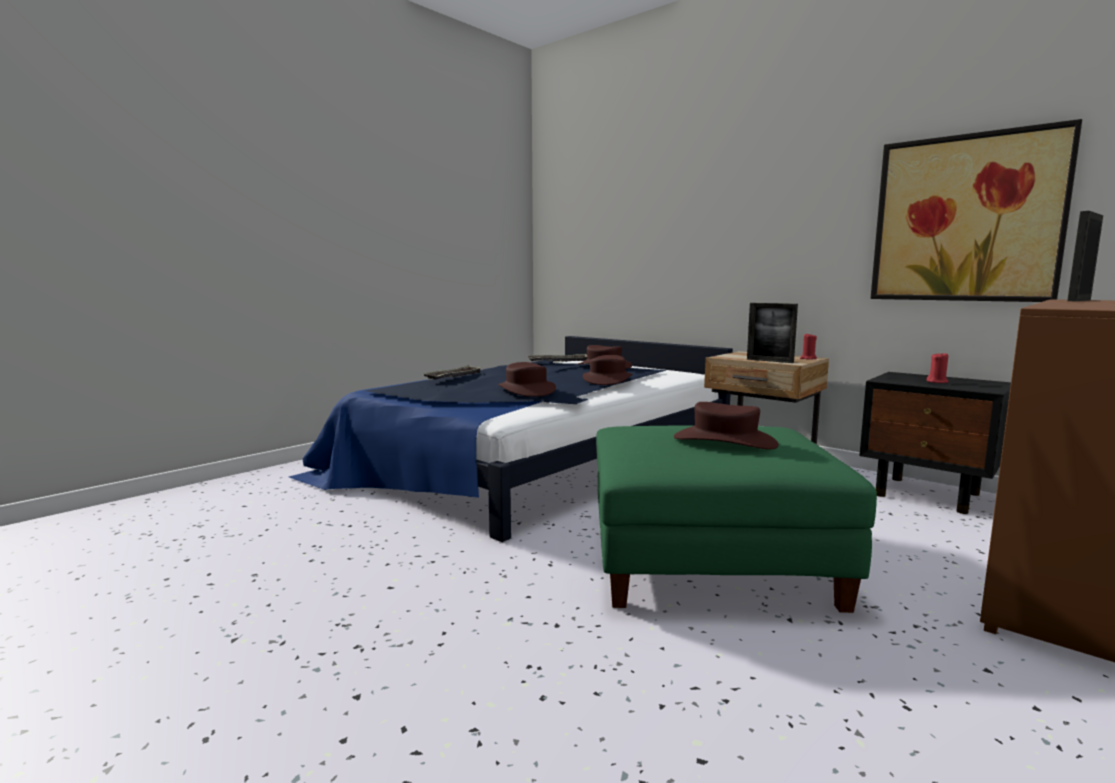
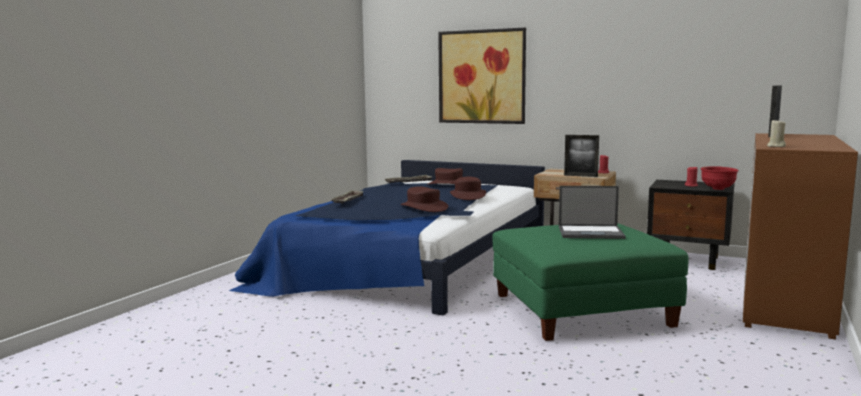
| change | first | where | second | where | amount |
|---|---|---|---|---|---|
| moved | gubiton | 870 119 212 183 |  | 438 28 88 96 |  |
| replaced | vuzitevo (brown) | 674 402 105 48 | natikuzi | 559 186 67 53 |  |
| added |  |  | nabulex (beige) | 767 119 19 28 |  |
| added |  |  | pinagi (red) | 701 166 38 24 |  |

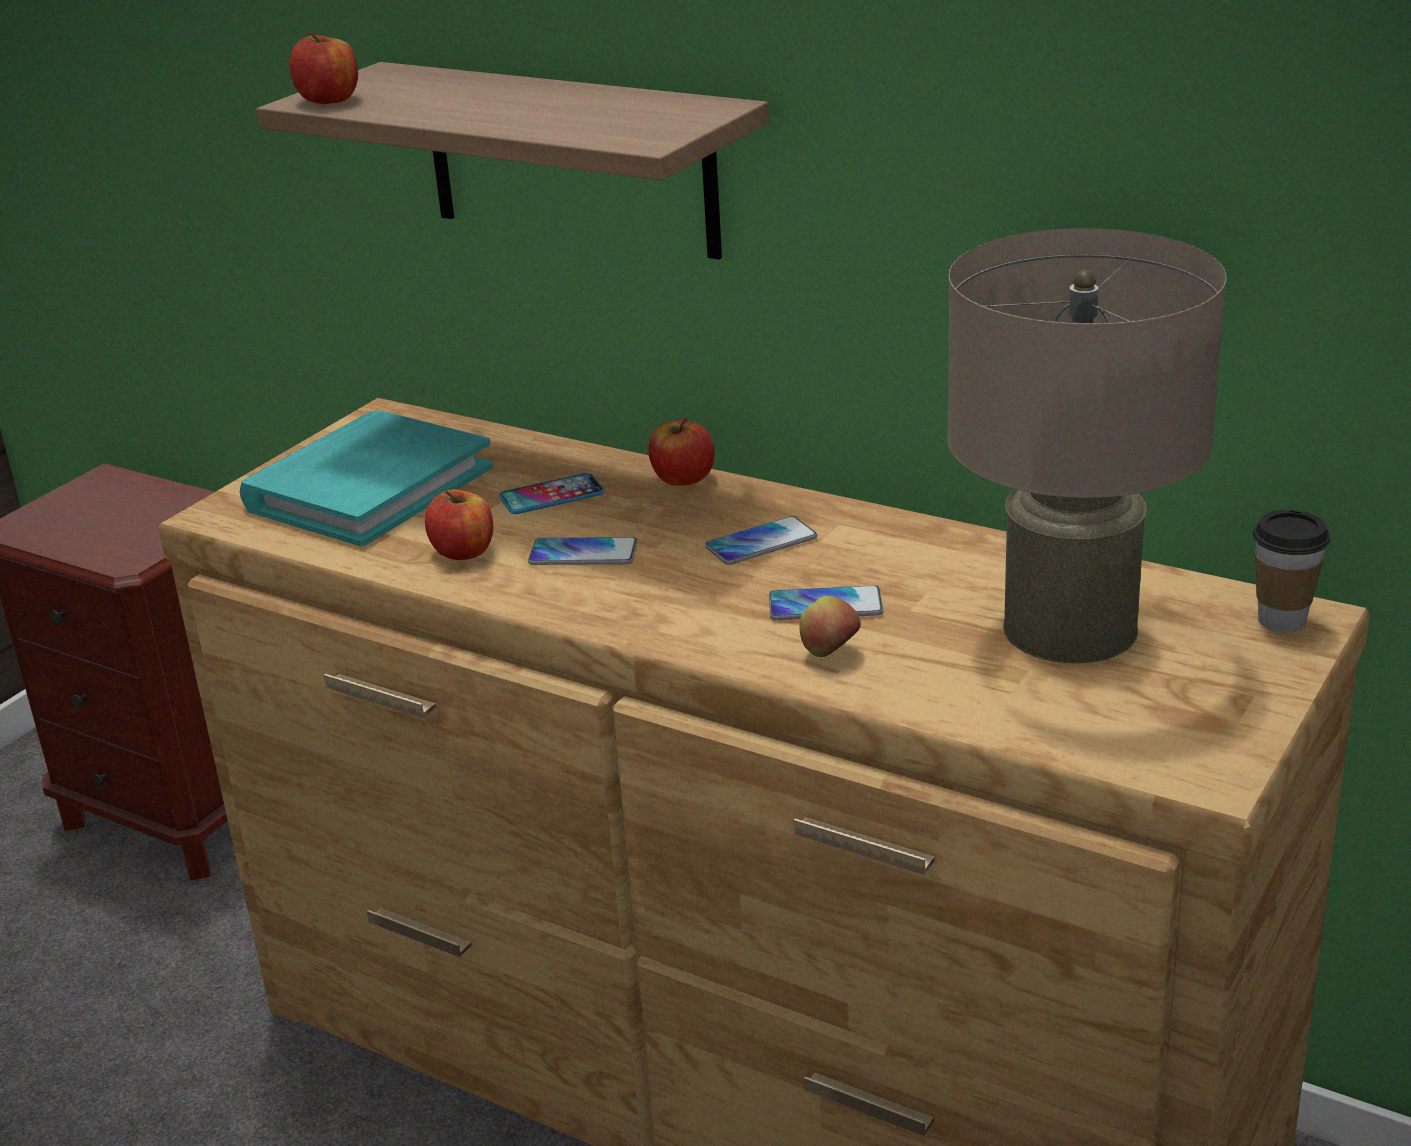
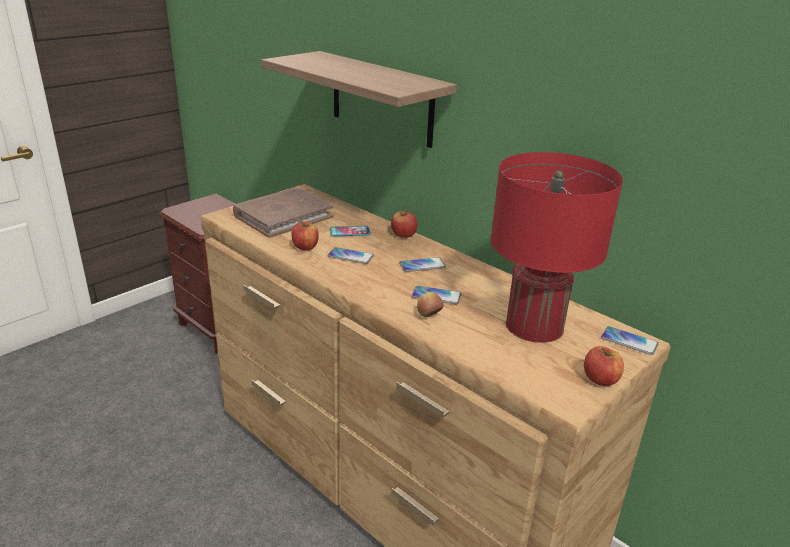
| change | first | where | second | where | amount |
|---|---|---|---|---|---|
| moved | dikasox | 289 31 69 73 |  | 584 346 40 40 |  |
| recoloured | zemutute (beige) | 947 228 280 435 | zemutute (red) | 490 152 133 191 |  |
| recoloured | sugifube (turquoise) | 240 411 253 136 | sugifube (brown) | 233 188 100 50 |  |
| replaced | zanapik | 1252 510 78 122 | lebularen | 601 326 58 29 |  |

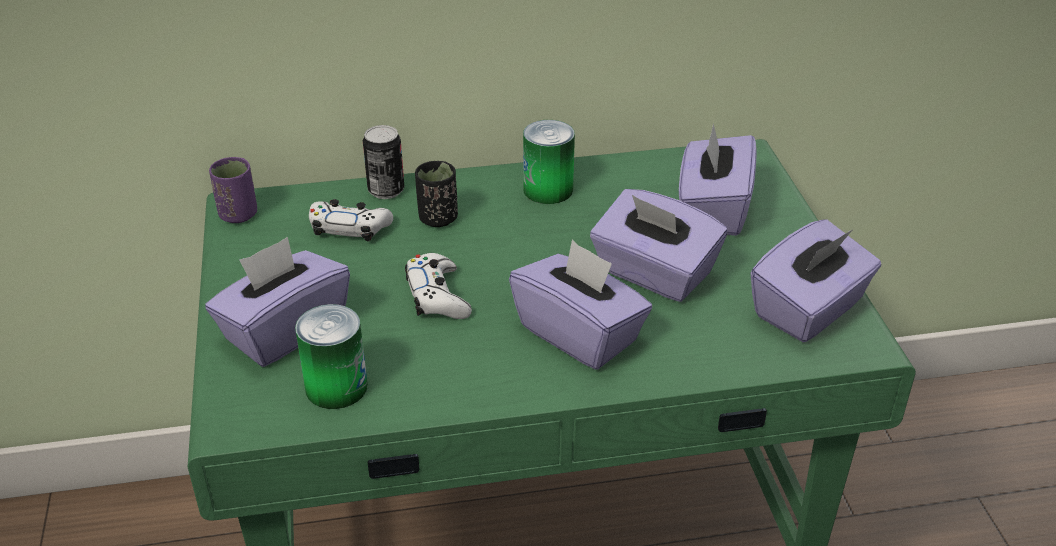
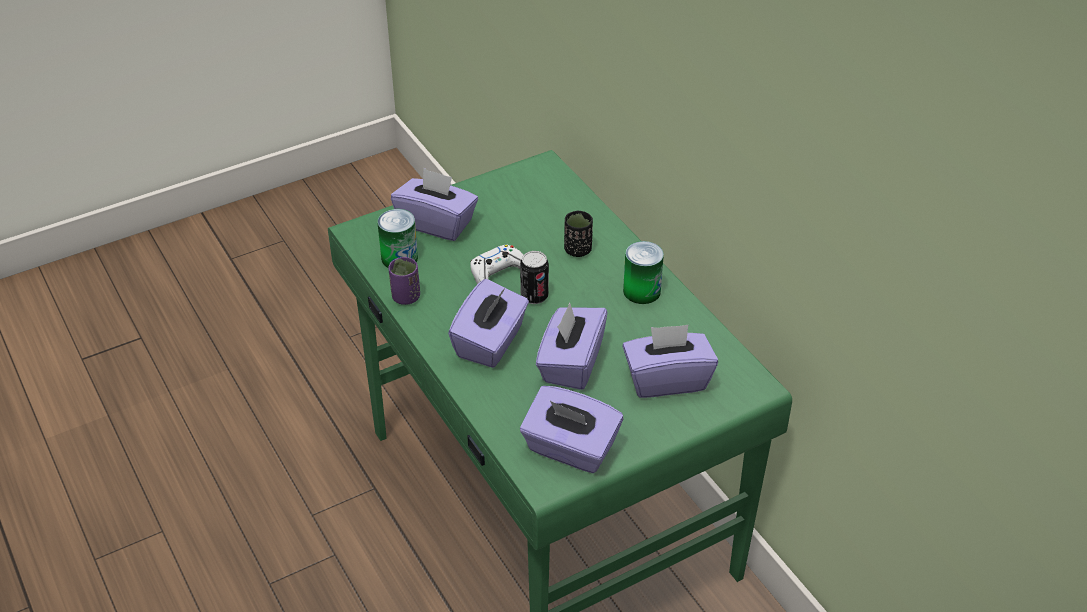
| change | first | where | second | where | amount |
|---|---|---|---|---|---|
| moved | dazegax | 363 125 41 74 |  | 520 251 29 53 |  |
| moved | zanapik (purple) | 209 157 48 66 |  | 388 257 32 48 |  |
| removed | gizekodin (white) | 309 199 84 43 |  |  |  |

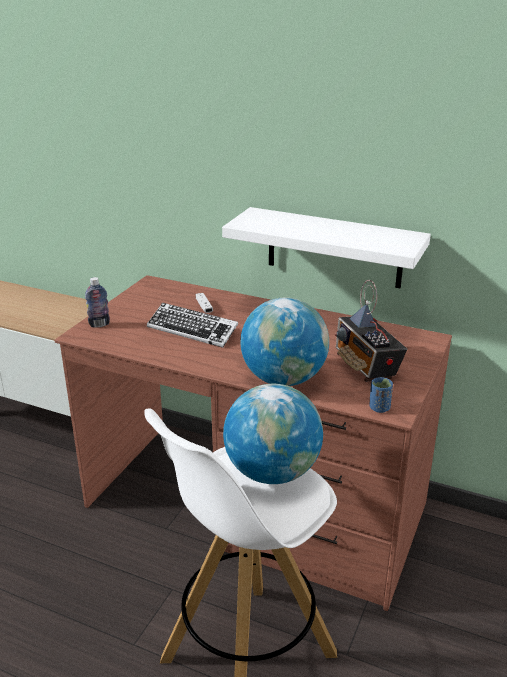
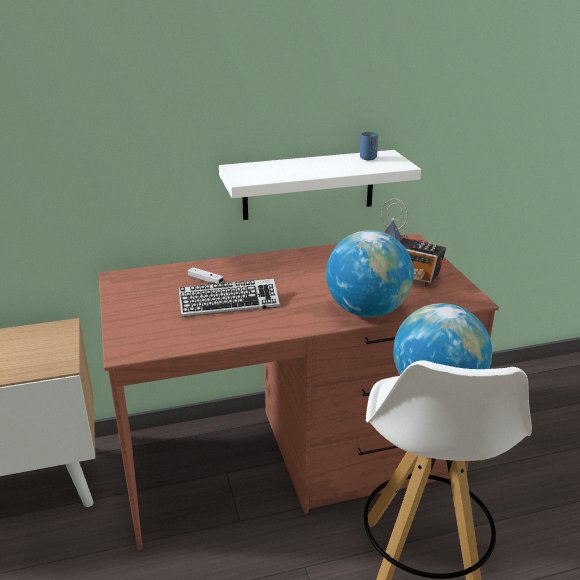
| change | first | where | second | where | amount |
|---|---|---|---|---|---|
| removed | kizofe | 85 277 25 51 |  |  |  |
| moved | zanapik (blue) | 369 377 24 36 |  | 360 132 18 28 |  |

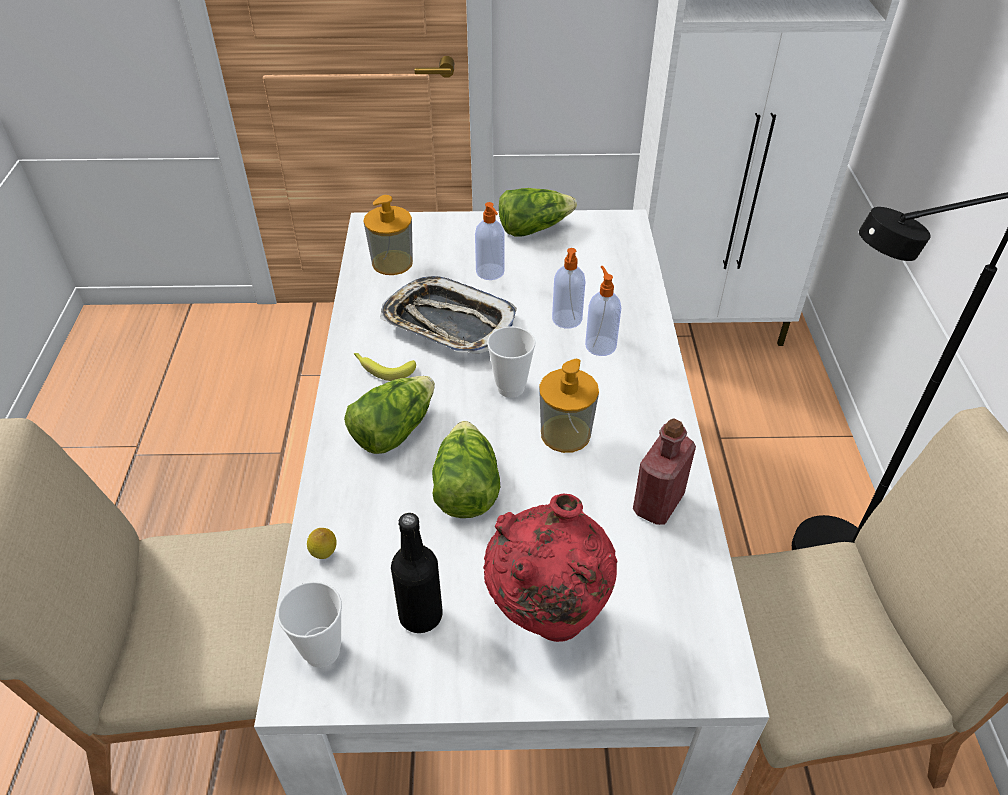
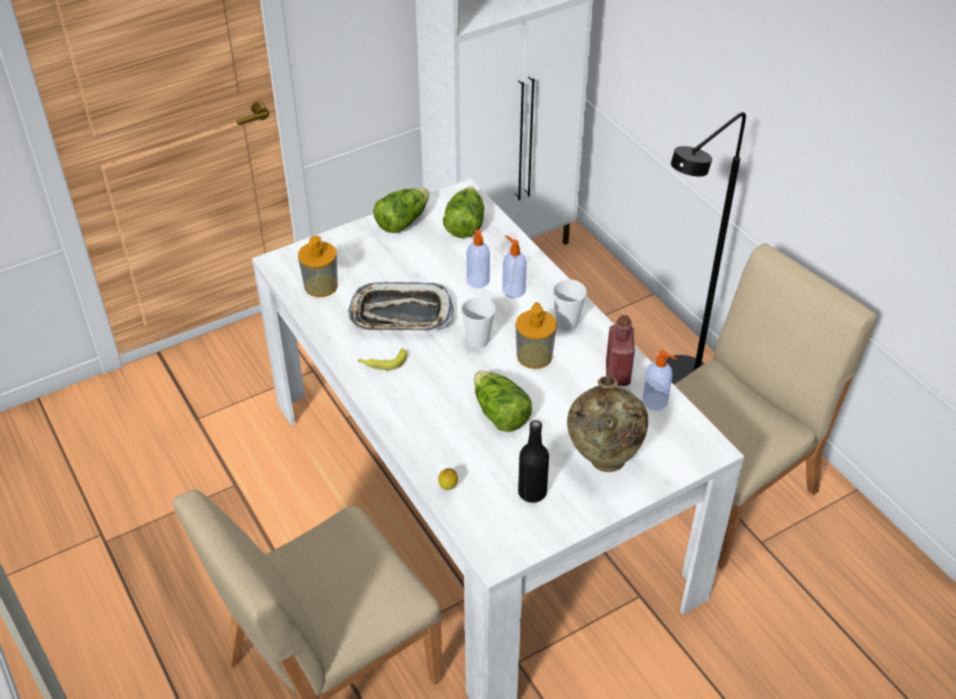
| change | first | where | second | where | amount |
|---|---|---|---|---|---|
| moved | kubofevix | 475 202 29 78 |  | 642 350 35 61 |  |
| moved | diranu | 344 376 91 78 |  | 443 187 41 51 |  |
| recoloured | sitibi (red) | 483 494 135 148 | sitibi (beige) | 567 376 81 96 |  |
| moved | zanapik | 277 581 65 87 |  | 553 279 34 52 |  |

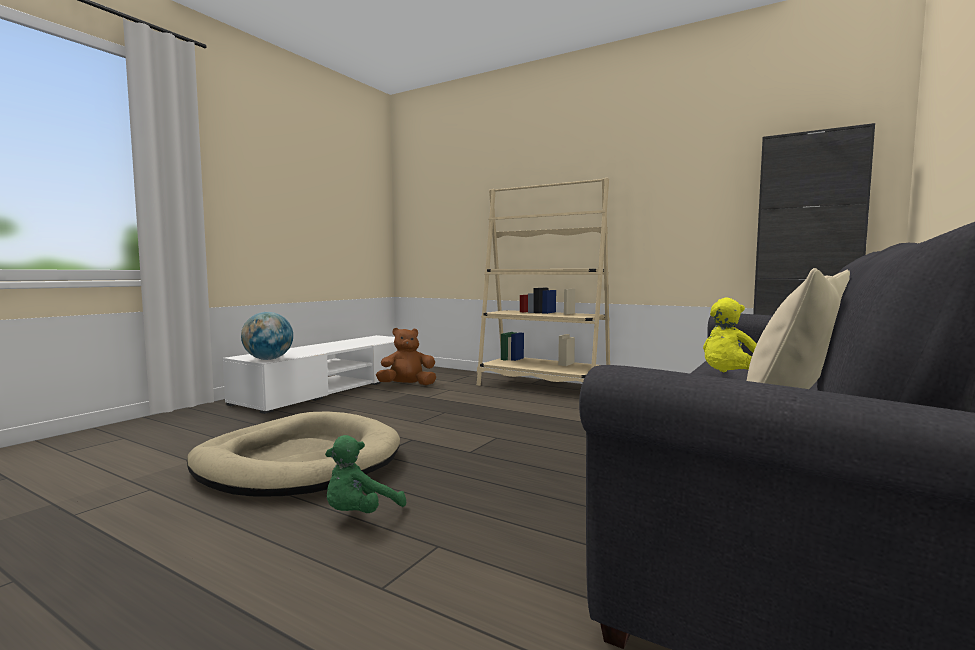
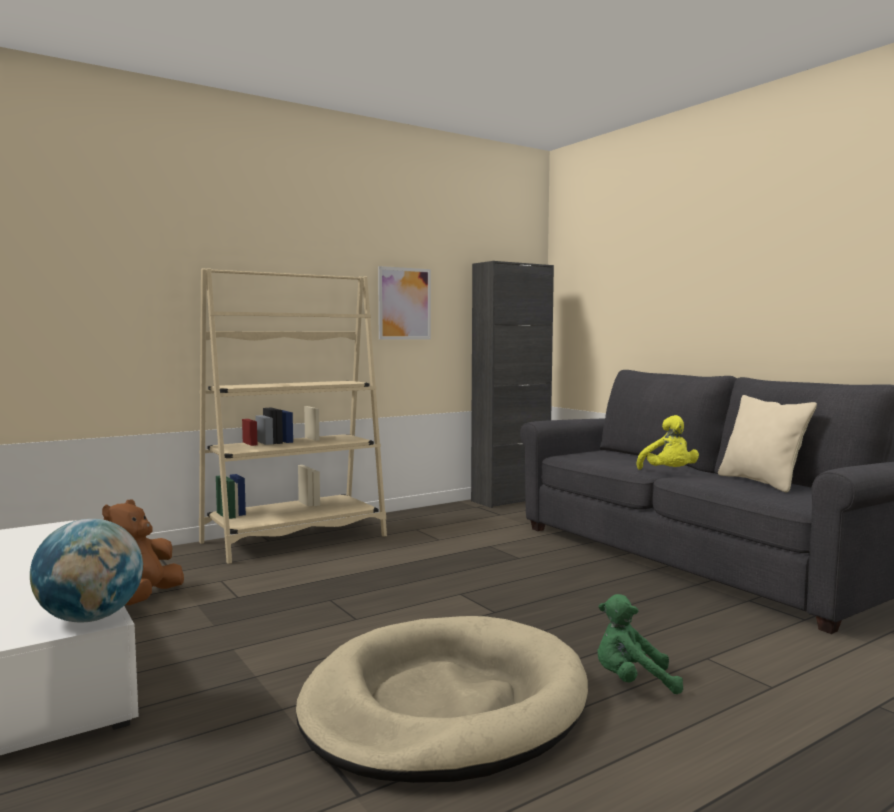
| change | first | where | second | where | amount |
|---|---|---|---|---|---|
| turned | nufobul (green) | 325 435 81 78 |  | 597 594 86 100 | 120 degrees clockwise |
| added |  |  | gubiton | 378 266 53 74 |  |

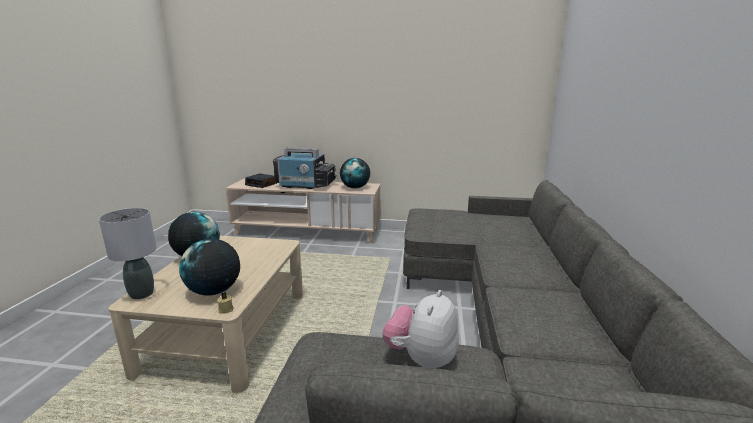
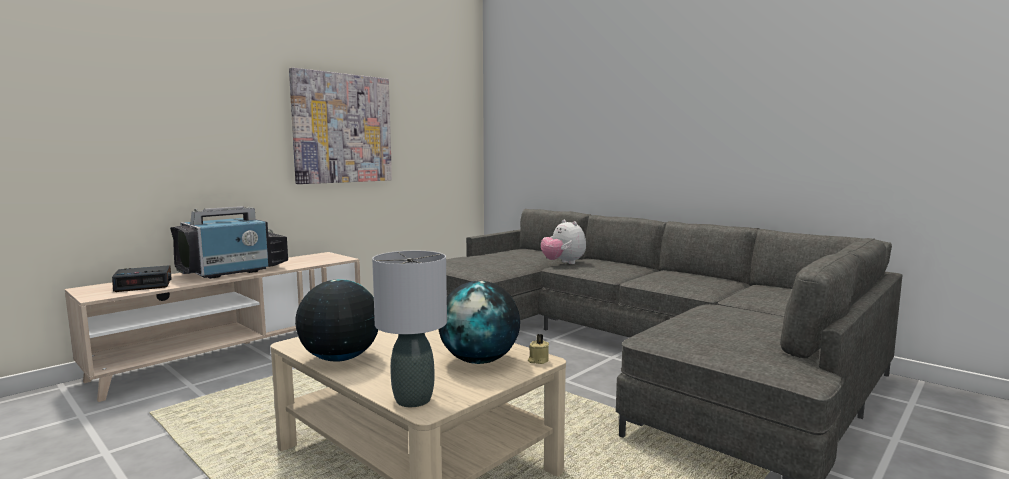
| change | first | where | second | where | amount |
|---|---|---|---|---|---|
| removed | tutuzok | 340 158 30 30 |  |  |  |
| moved | nufobul | 382 290 77 78 |  | 541 220 45 44 |  |
| added |  |  | gubiton | 289 68 103 116 |  |

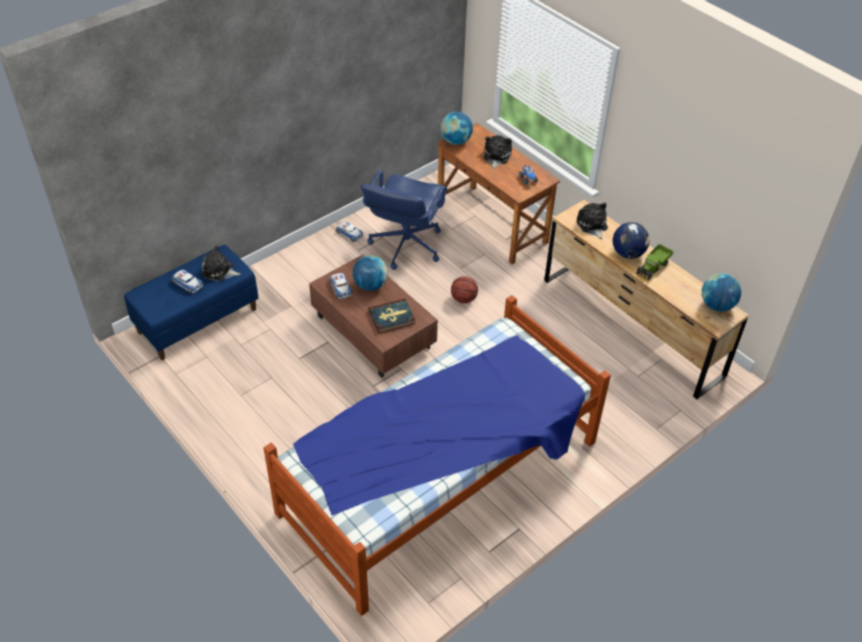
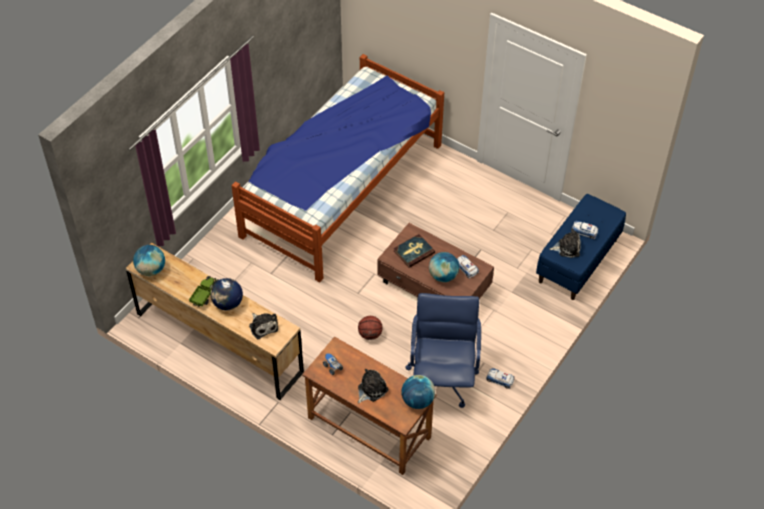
| change | first | where | second | where | amount |
|---|---|---|---|---|---|
| turned | nufobul | 484 135 28 34 |  | 358 369 31 34 | 135 degrees counterclockwise |

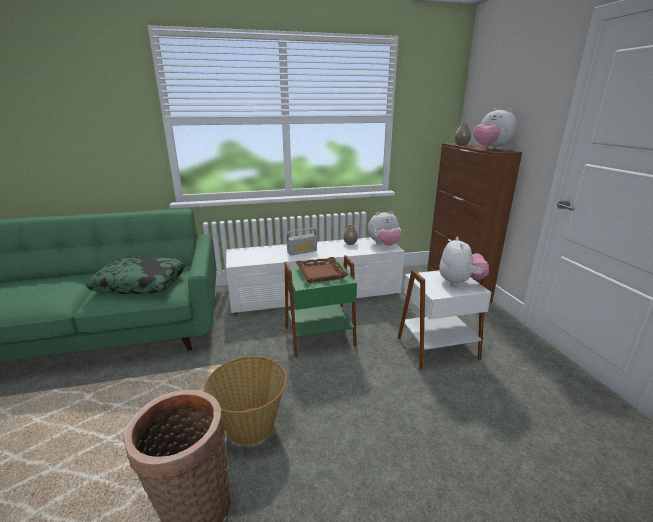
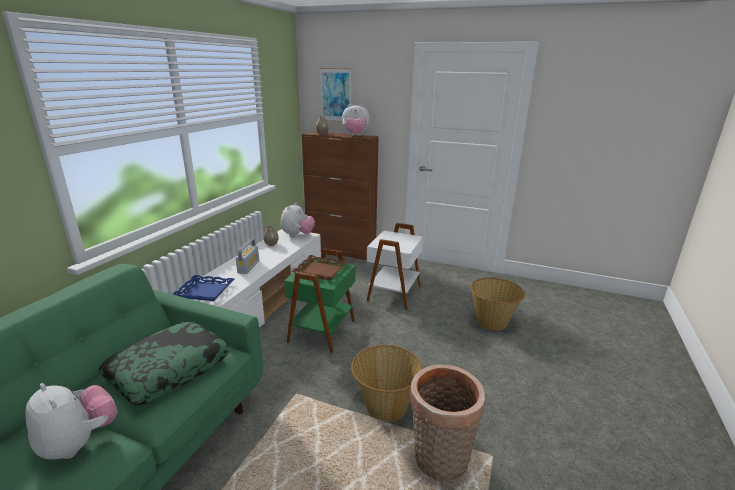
| change | first | where | second | where | amount |
|---|---|---|---|---|---|
| moved | nufobul | 440 237 49 50 |  | 25 383 93 77 |  |
| added |  |  | gubiton | 320 68 31 54 |  |
| added |  |  | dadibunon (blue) | 173 275 61 26 |  |
| added |  |  | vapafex | 471 278 54 52 |  |

